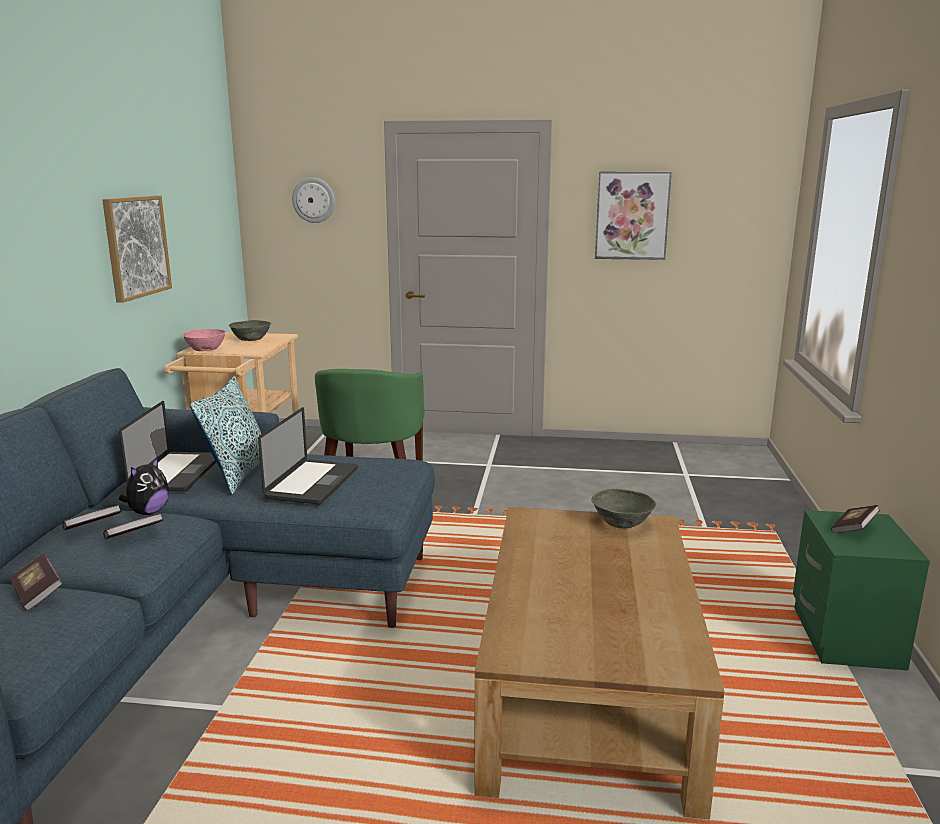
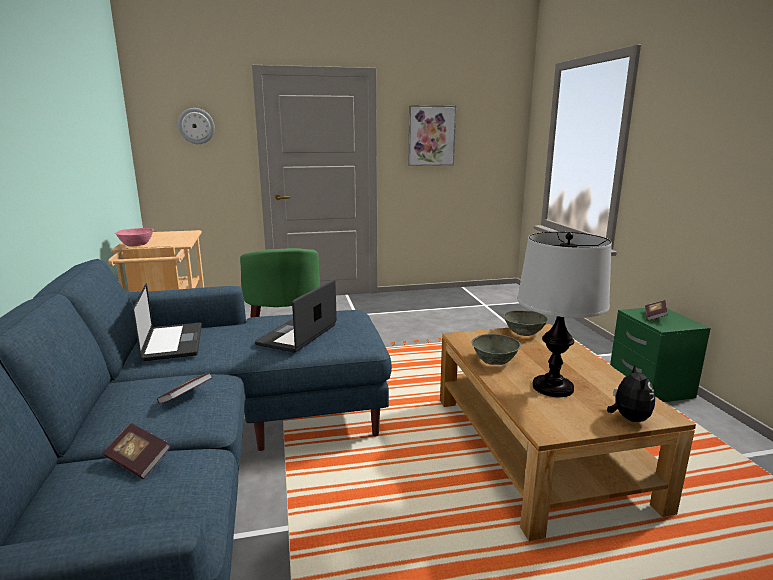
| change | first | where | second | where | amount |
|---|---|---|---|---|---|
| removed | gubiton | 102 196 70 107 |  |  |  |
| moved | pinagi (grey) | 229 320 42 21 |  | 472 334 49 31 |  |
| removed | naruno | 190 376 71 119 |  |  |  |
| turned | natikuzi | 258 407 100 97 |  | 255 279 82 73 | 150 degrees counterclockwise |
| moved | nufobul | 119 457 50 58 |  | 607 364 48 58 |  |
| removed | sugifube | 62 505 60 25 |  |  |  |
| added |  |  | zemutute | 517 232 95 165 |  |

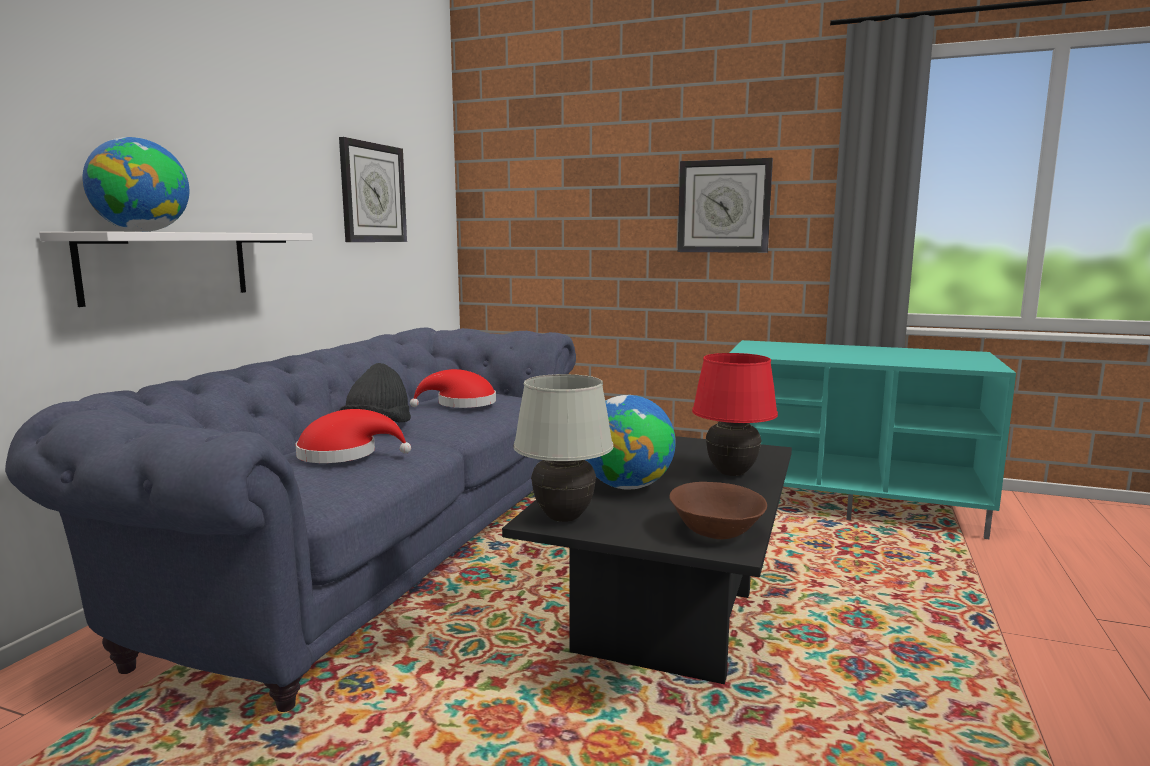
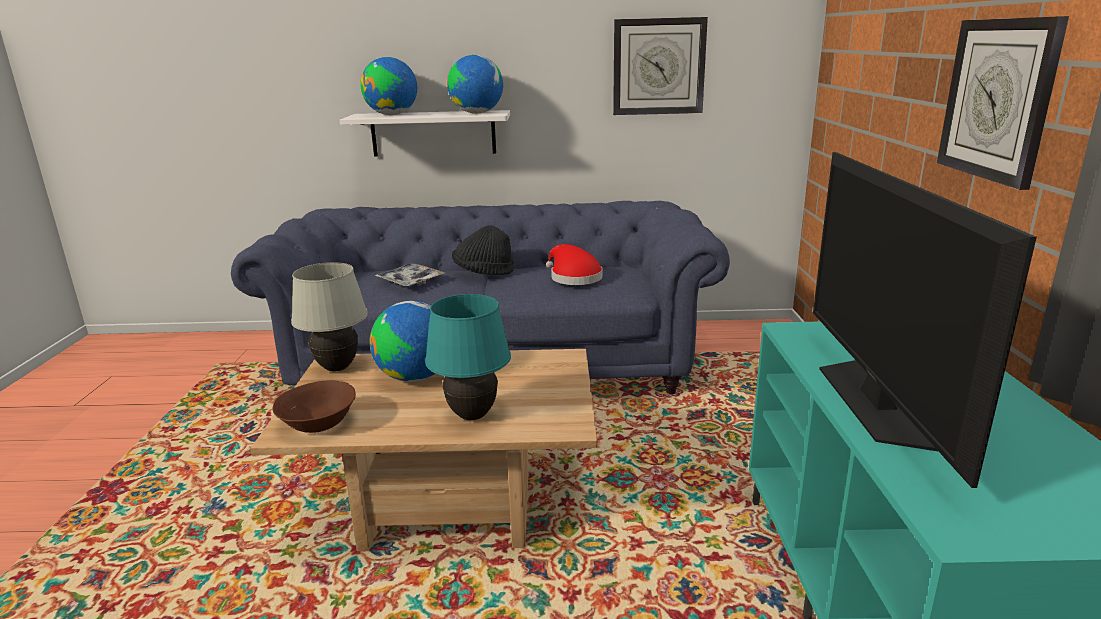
| change | first | where | second | where | amount |
|---|---|---|---|---|---|
| recoloured | zemutute (red) | 692 353 86 123 | zemutute (turquoise) | 425 294 86 126 |  |
| replaced | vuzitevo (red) | 295 409 116 54 | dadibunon | 375 263 70 24 |  |
| recoloured | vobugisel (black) | 502 436 290 248 | vobugisel (beige) | 250 349 347 202 |  |
| added |  |  | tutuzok | 447 55 56 59 |  |
| added |  |  | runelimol | 813 152 224 336 |  |

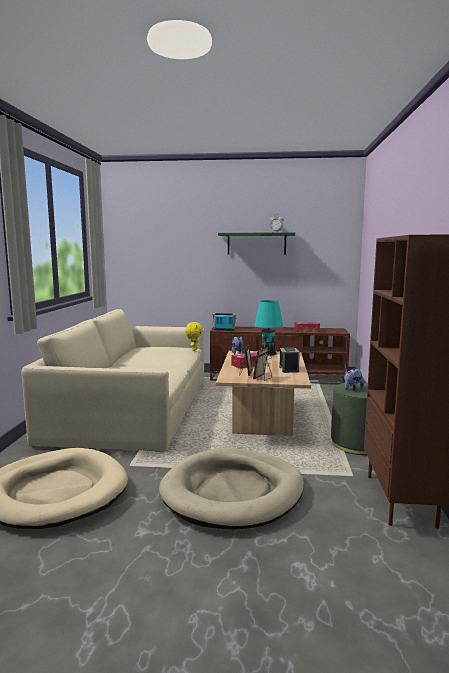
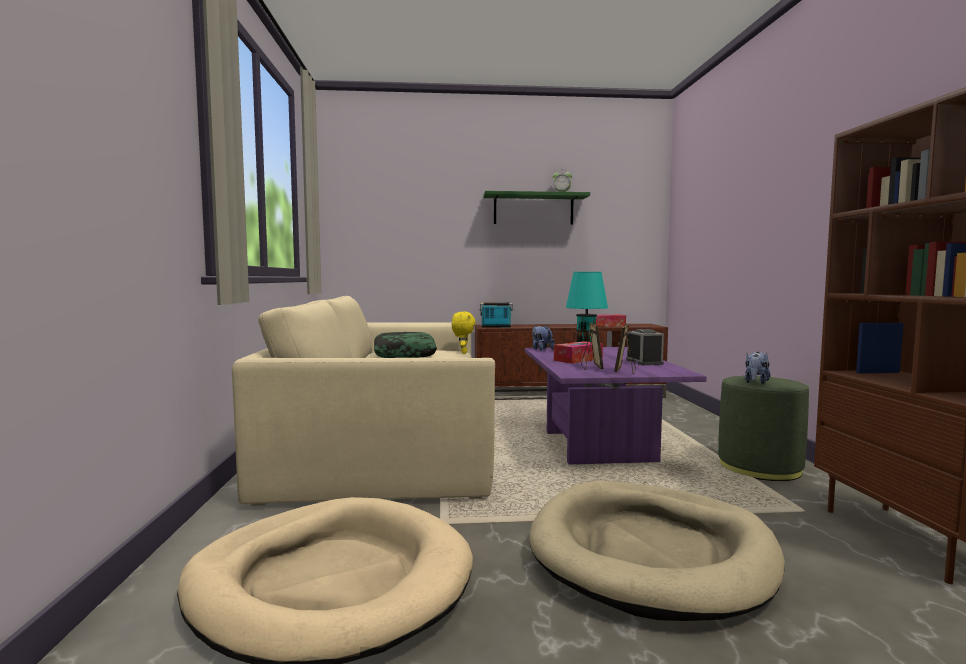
| change | first | where | second | where | amount |
|---|---|---|---|---|---|
| recoloured | vobugisel (beige) | 216 351 95 85 | vobugisel (purple) | 525 347 182 118 |  |
| added |  |  | naruno | 374 332 63 26 |  |

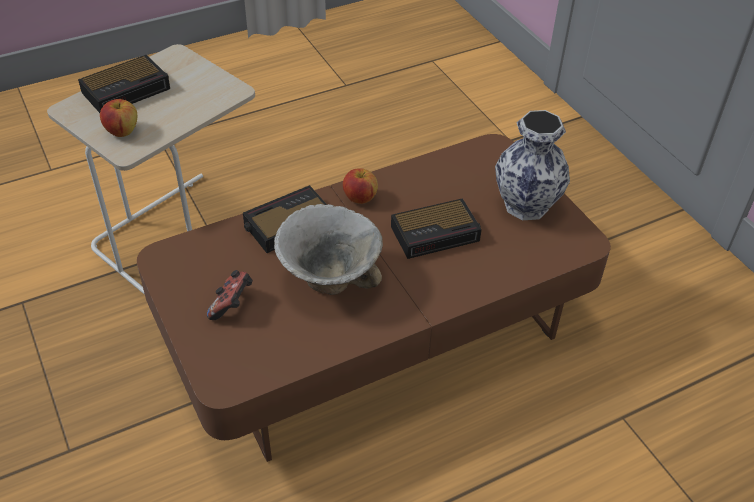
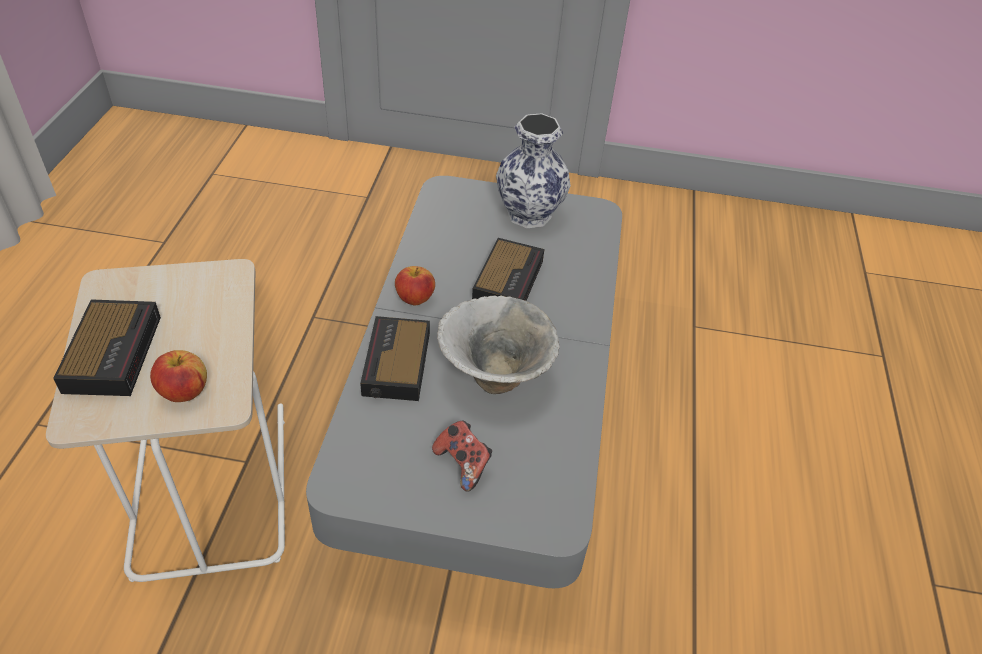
| change | first | where | second | where | amount |
|---|---|---|---|---|---|
| recoloured | vobugisel (brown) | 137 134 474 328 | vobugisel (grey) | 306 176 316 412 |  |

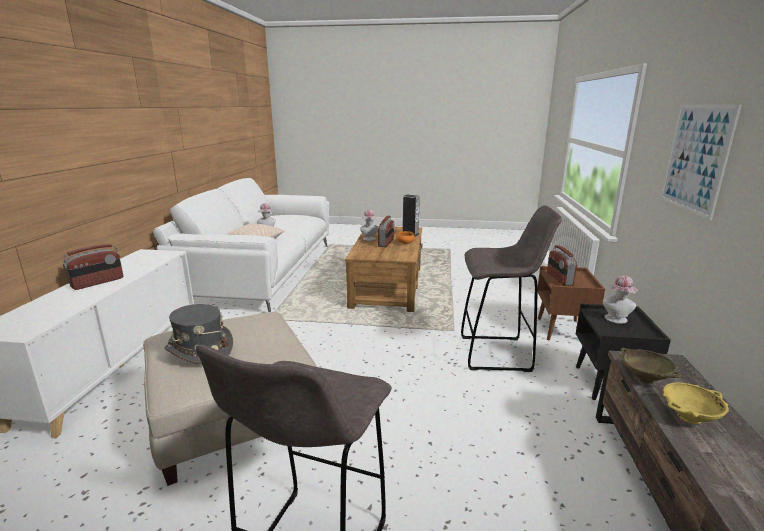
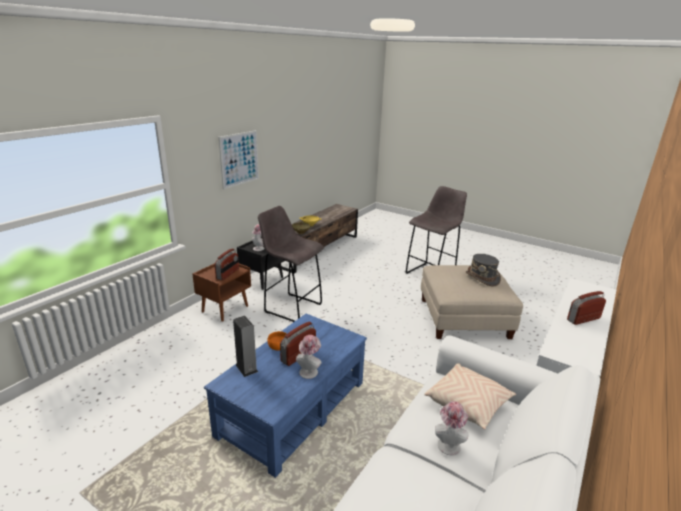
| change | first | where | second | where | amount |
|---|---|---|---|---|---|
| recoloured | vobugisel (brown) | 345 226 78 86 | vobugisel (blue) | 204 314 163 164 |  |

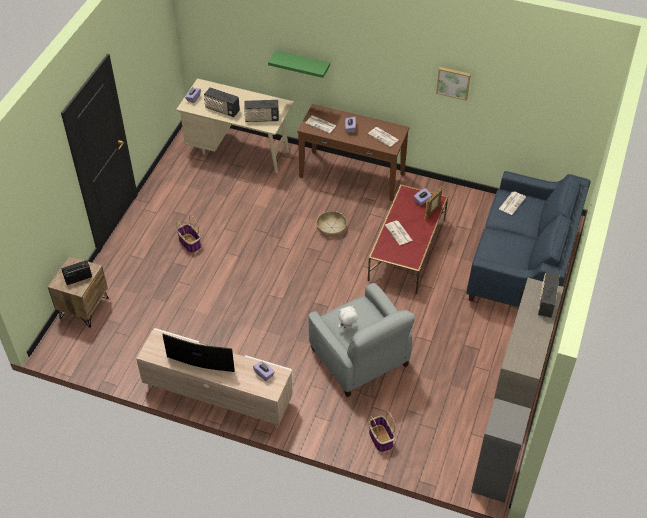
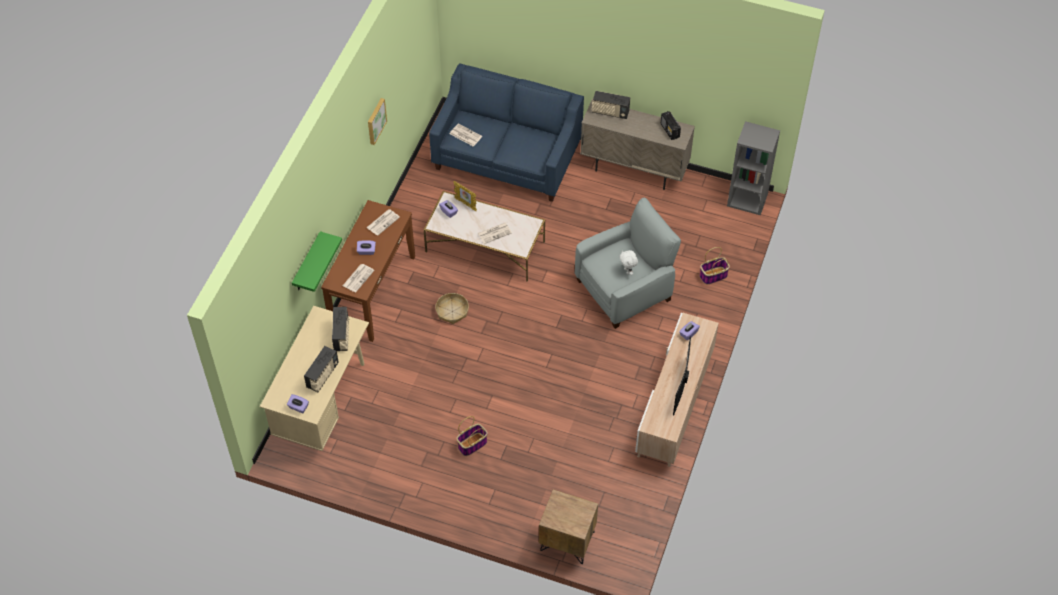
| change | first | where | second | where | amount |
|---|---|---|---|---|---|
| recoloured | vobugisel (red) | 368 184 80 110 | vobugisel (white) | 424 191 121 91 |  |
| moved | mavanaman | 62 260 30 25 |  | 661 111 20 29 |  |

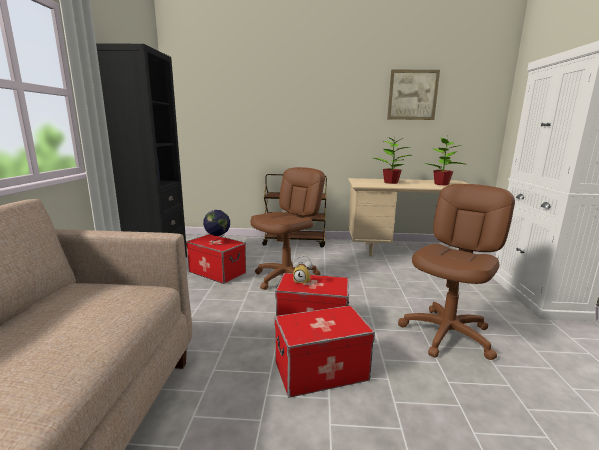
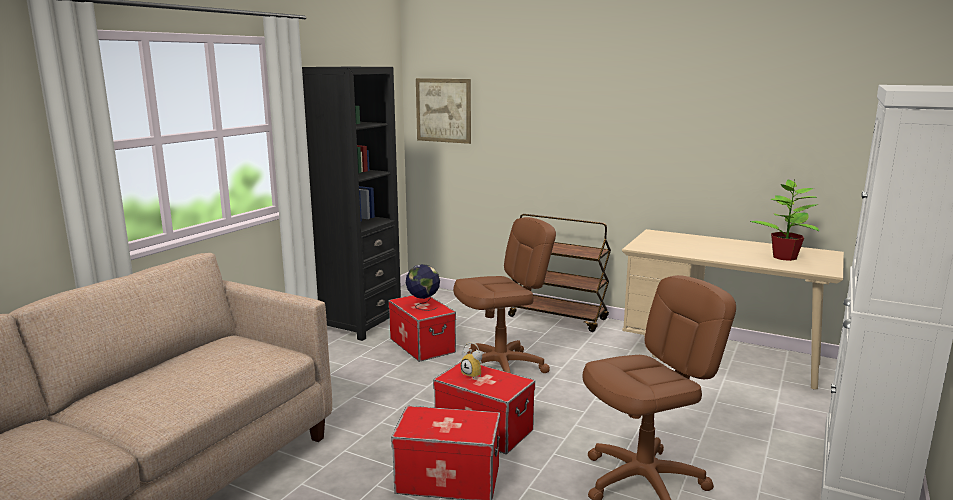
| change | first | where | second | where | amount |
|---|---|---|---|---|---|
| moved | gubiton | 387 70 53 50 |  | 416 78 55 66 |  |
| removed | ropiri | 373 134 38 50 |  |  |  |

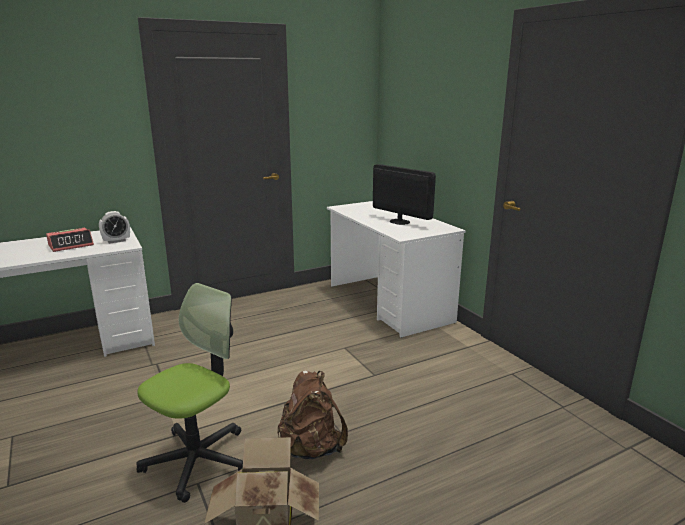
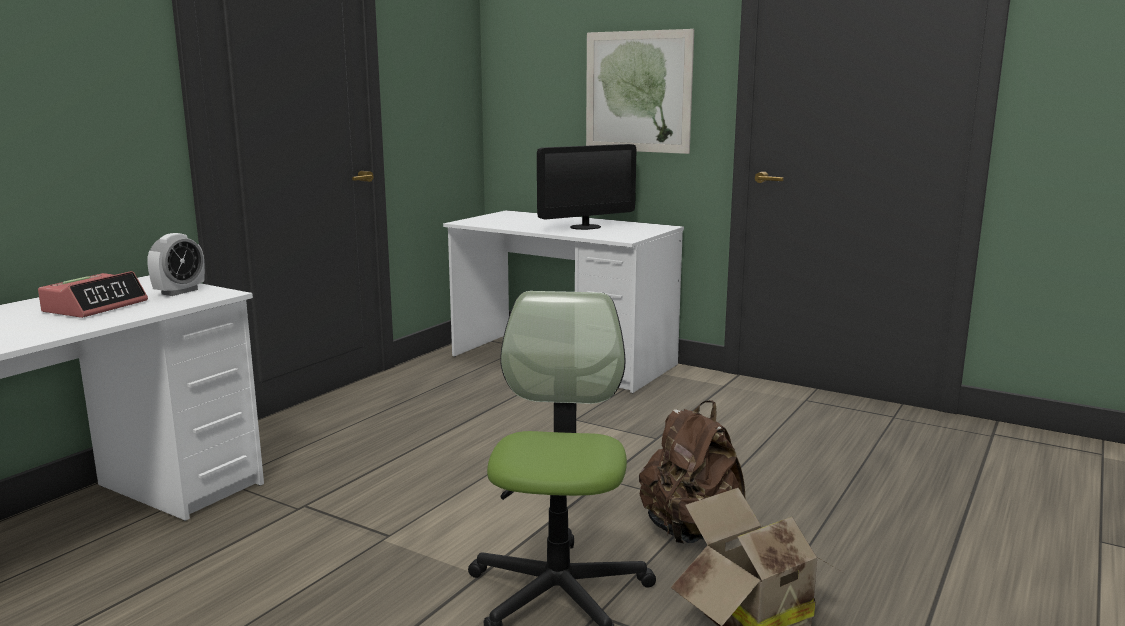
| change | first | where | second | where | amount |
|---|---|---|---|---|---|
| turned | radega | 373 164 63 61 |  | 537 144 99 86 | 135 degrees clockwise |
| added |  |  | gubiton | 586 29 108 125 |  |

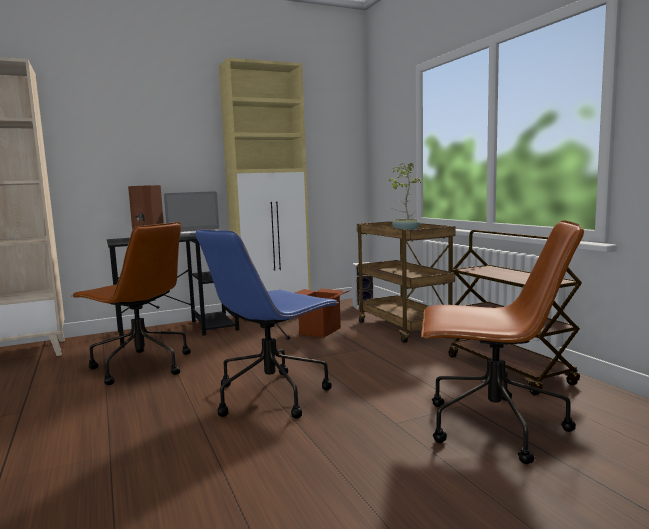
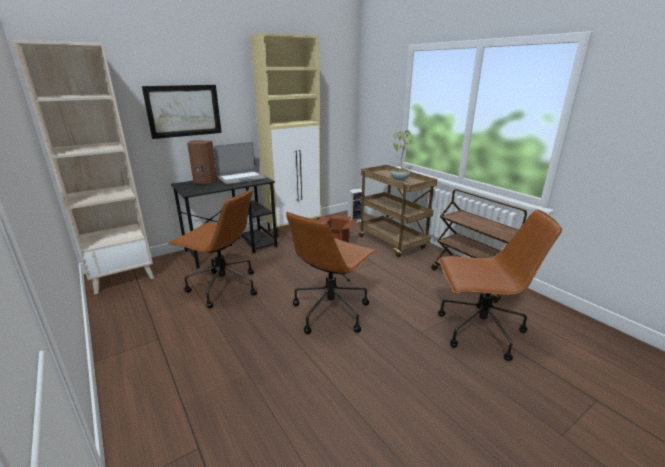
| change | first | where | second | where | amount |
|---|---|---|---|---|---|
| recoloured | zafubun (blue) | 196 229 143 190 | zafubun (brown) | 286 212 92 122 |  |
| added |  |  | gubiton | 142 85 80 54 |  |

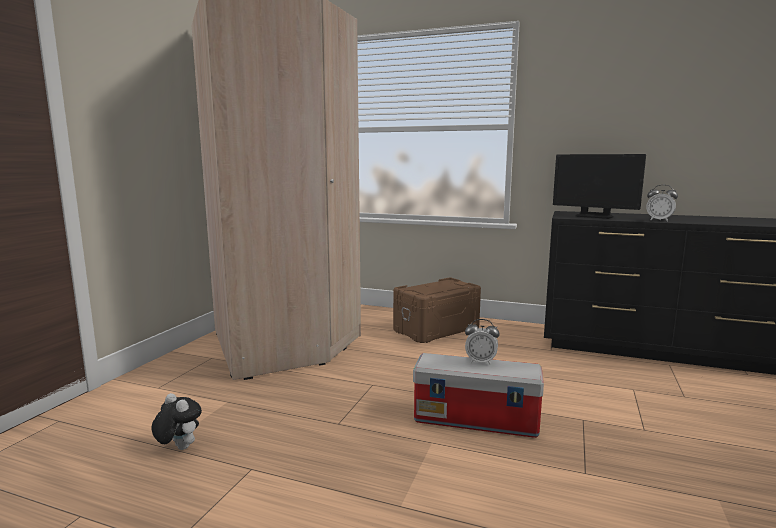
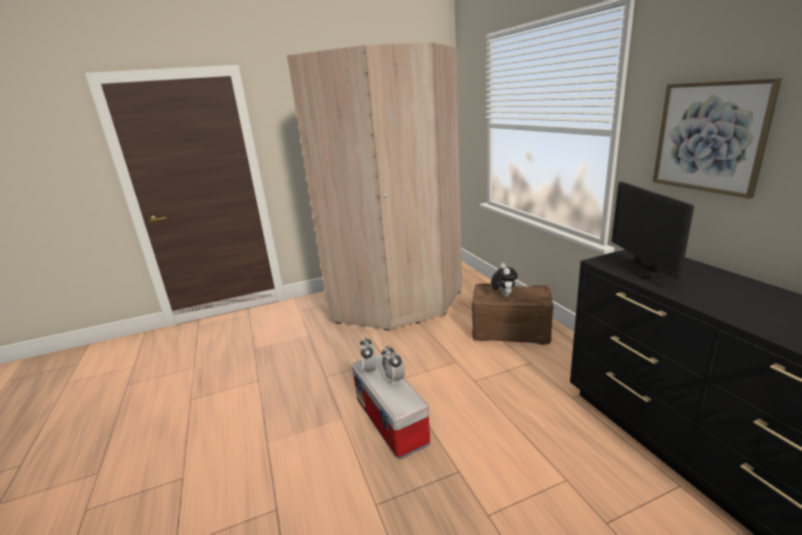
| change | first | where | second | where | amount |
|---|---|---|---|---|---|
| moved | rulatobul | 646 185 32 37 |  | 360 337 15 38 |  |
| moved | nufobul | 152 393 50 57 |  | 491 263 27 34 |  |
| added |  |  | gubiton | 653 78 129 121 |  |

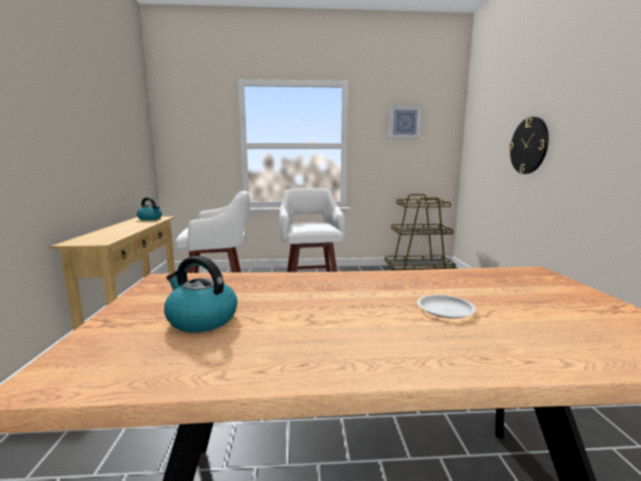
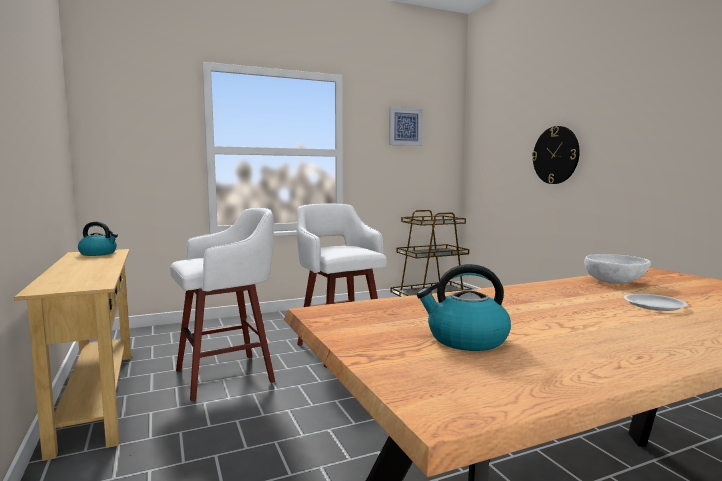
| change | first | where | second | where | amount |
|---|---|---|---|---|---|
| added |  |  | pinagi (white) | 584 254 67 30 |  |

